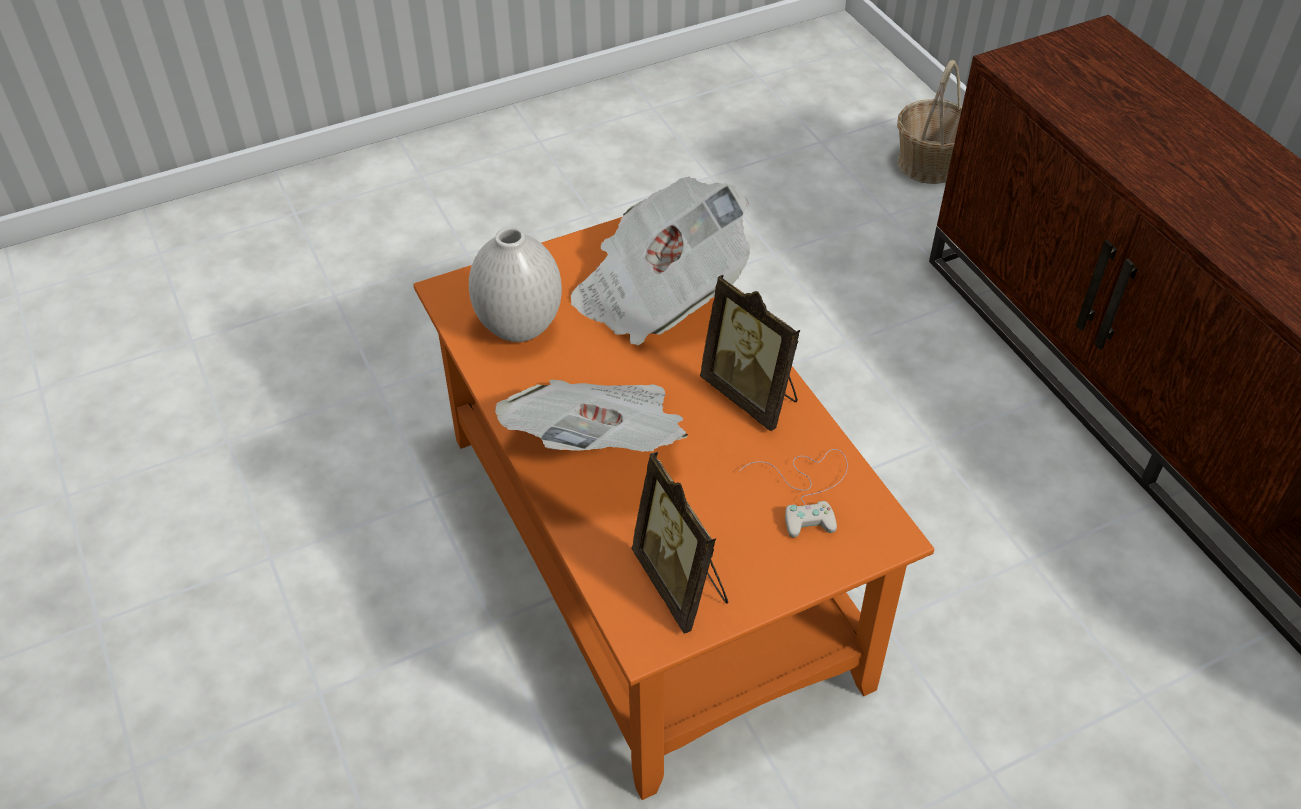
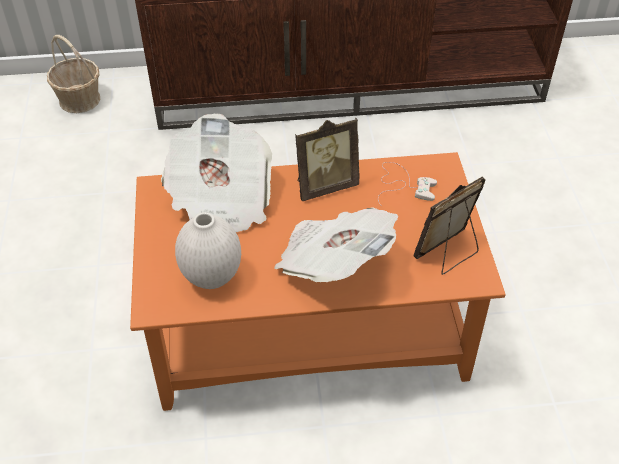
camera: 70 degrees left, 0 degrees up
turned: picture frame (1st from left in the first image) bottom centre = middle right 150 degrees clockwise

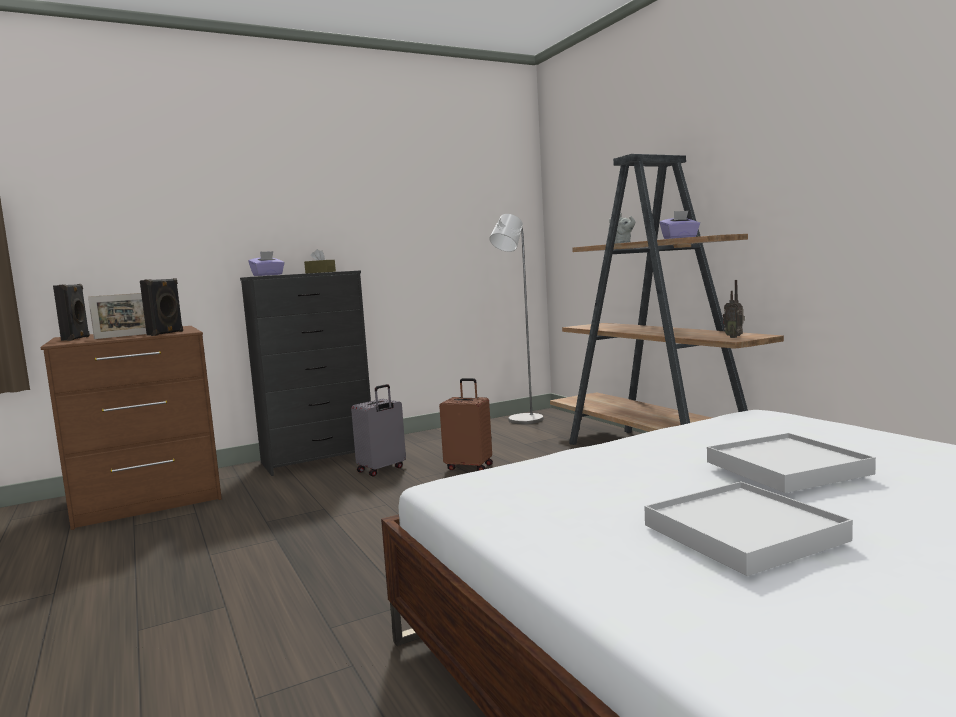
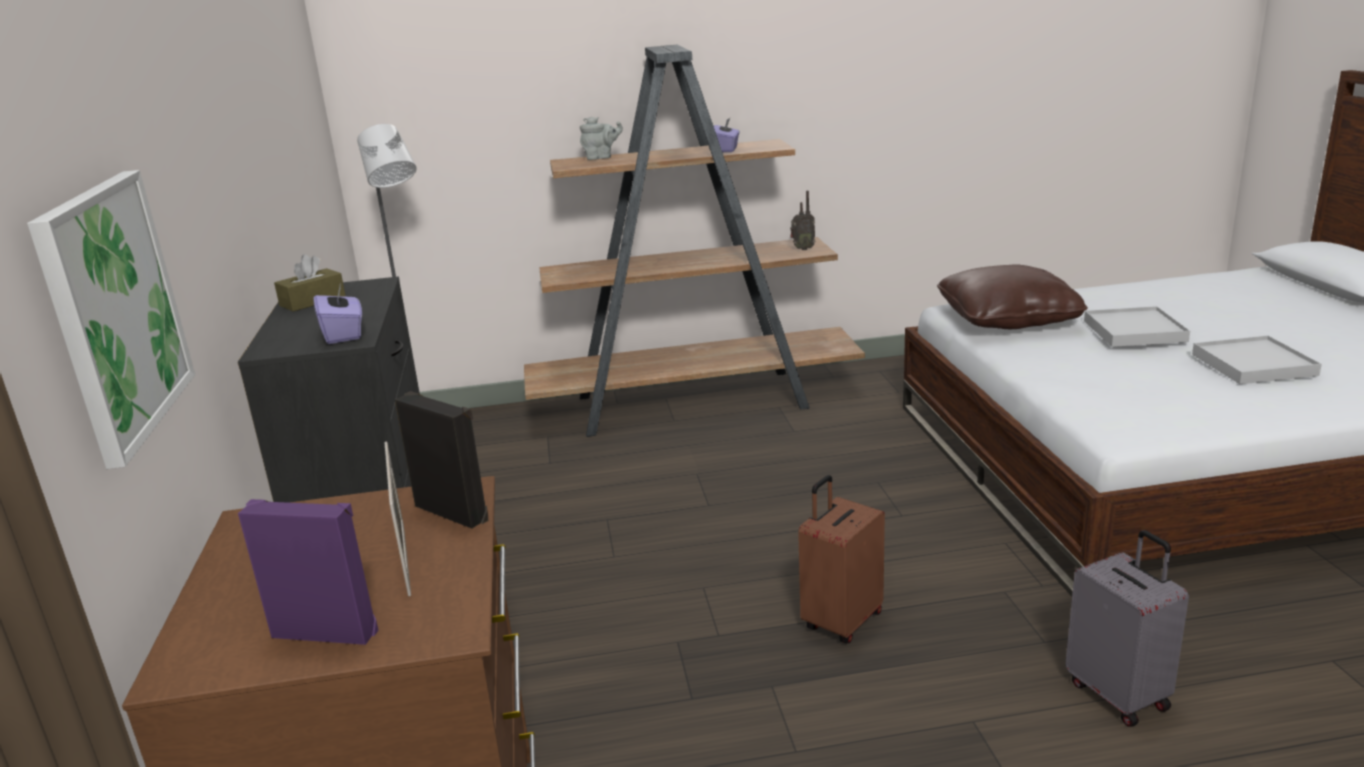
camera: 70 degrees left, 15 degrees up
added: picture middle left; pillow (brown) middle right
moved: suitcase (brown) centre to bottom centre; suitcase (grey) centre to bottom right
recoloured: speaker (black) (1st from left) middle left to speaker (purple) bottom left

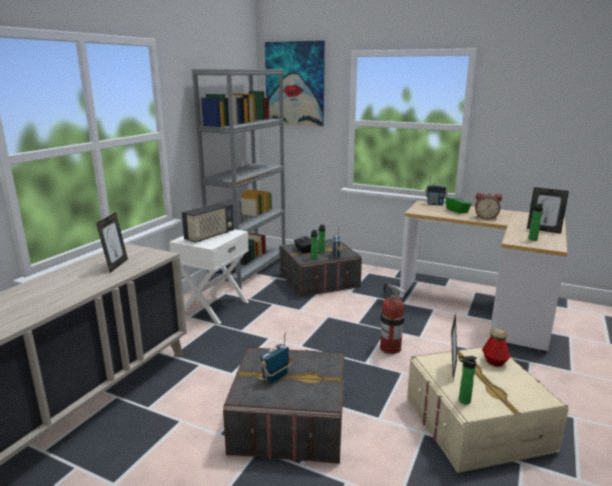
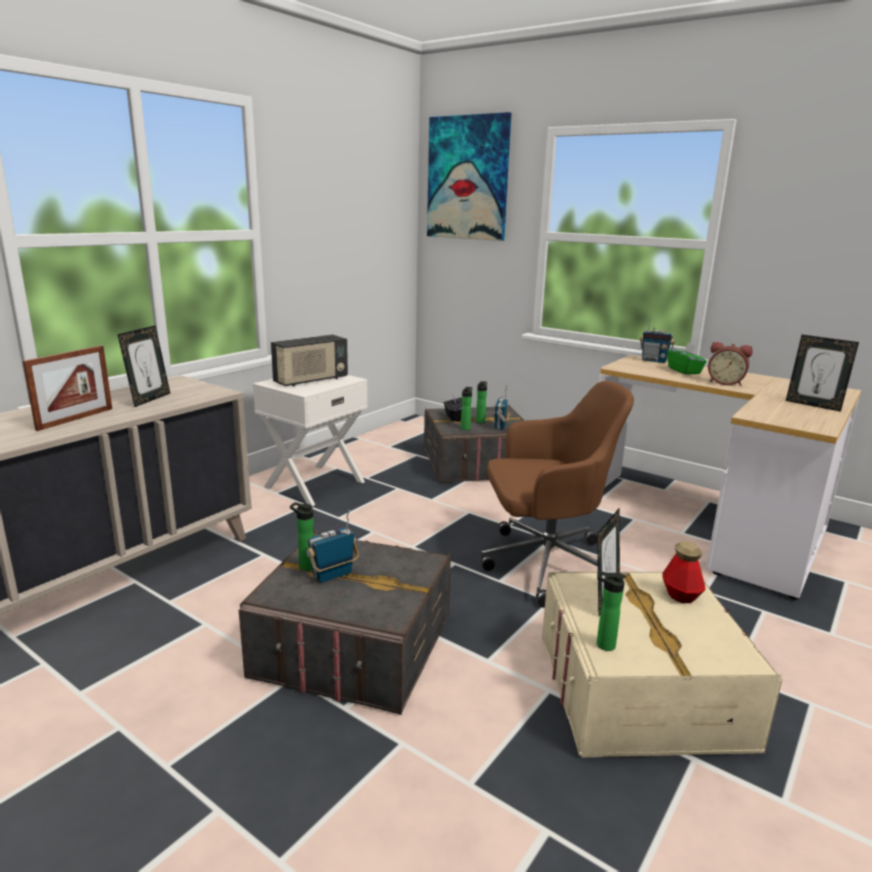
camera: 10 degrees right, 0 degrees up
removed: bookcase (grey) centre
added: picture frame (1st from left) middle left
moved: bottle (5th from left in the first image) middle right to bottle (1st from left) centre
replaced: fire extinguisher centre to office chair (brown) centre

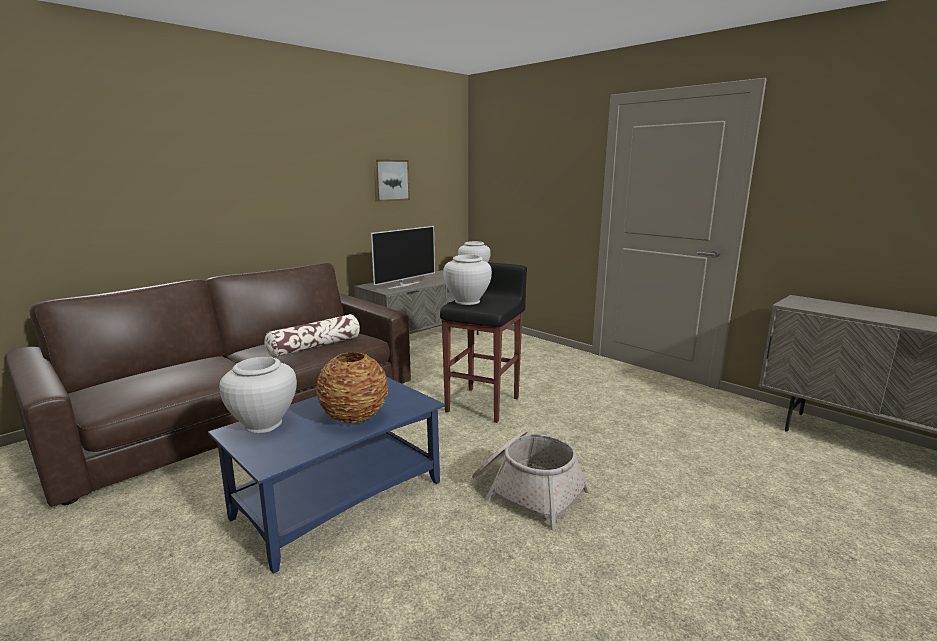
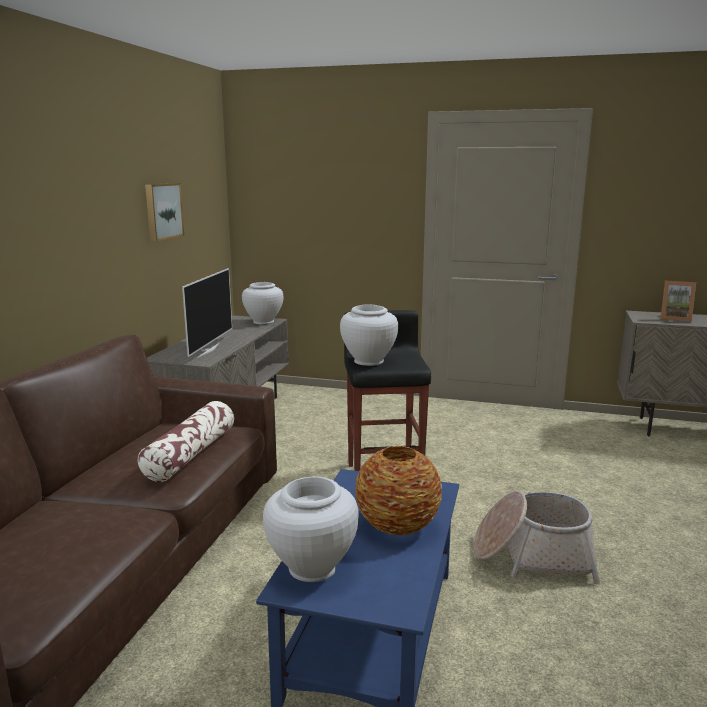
camera: 30 degrees left, 0 degrees up
added: picture frame middle right

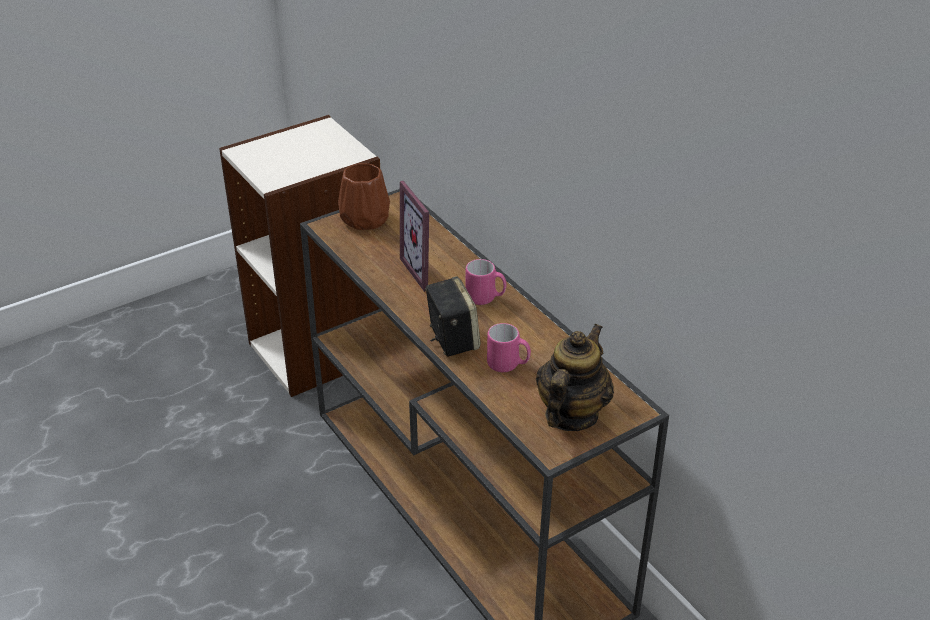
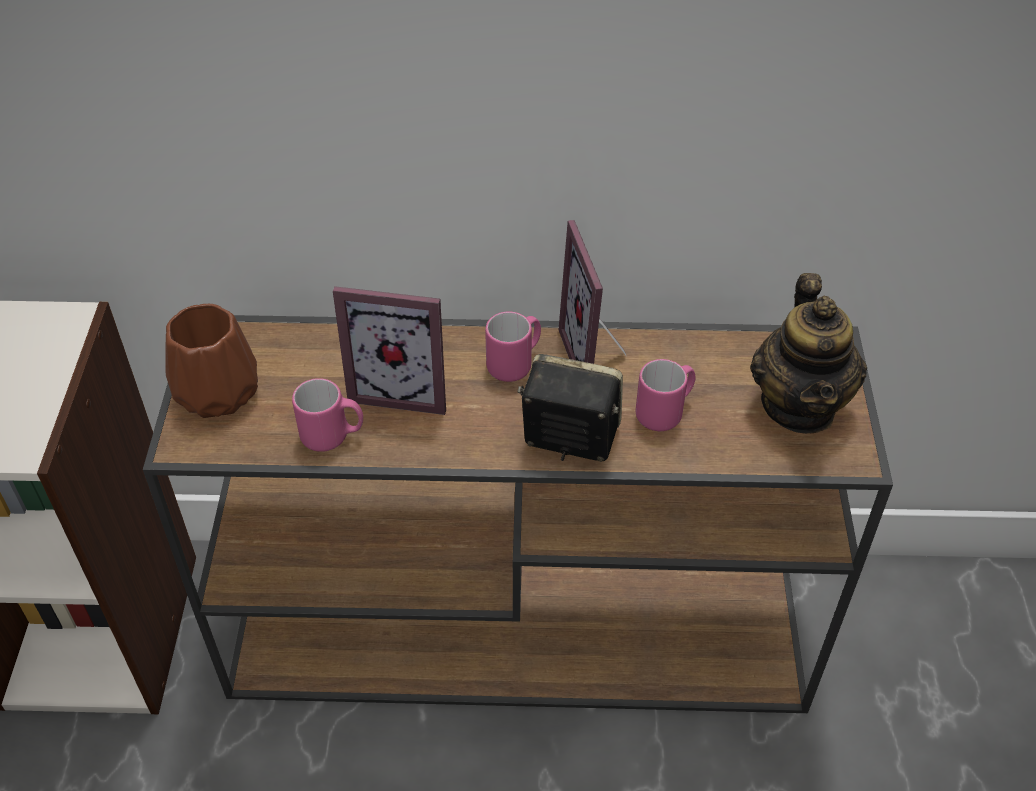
camera: 55 degrees left, 10 degrees up
added: picture frame (2nd from left) centre; mug (pink) (1st from left) middle left
turned: teapot centre = middle right 150 degrees counterclockwise

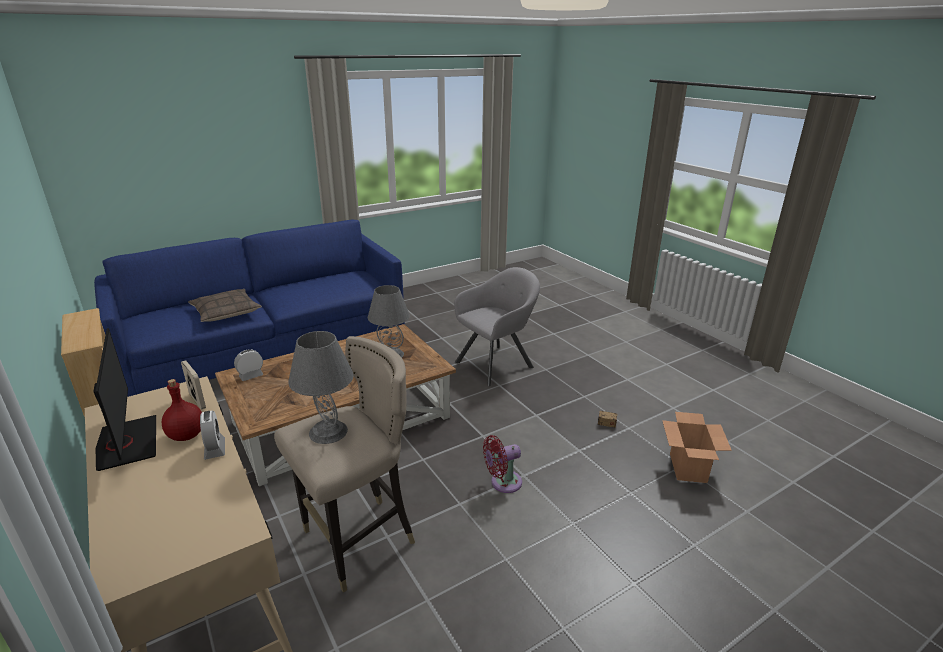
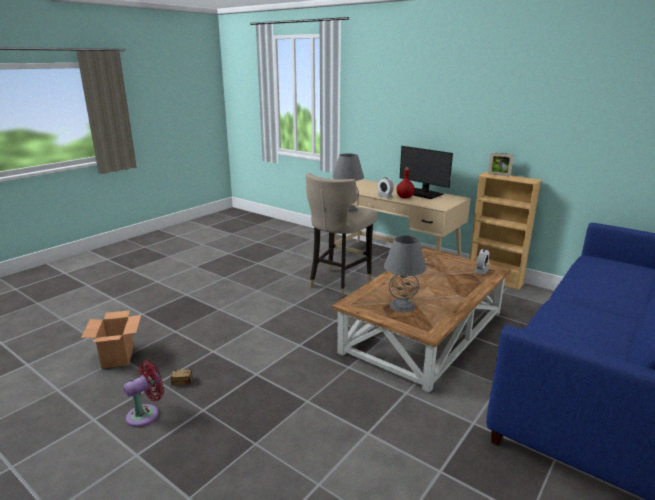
camera: 160 degrees right, 5 degrees down
removed: armchair (grey) centre; pillow middle left
moved: picture frame middle left to top right; fan (red) bottom centre to bottom left

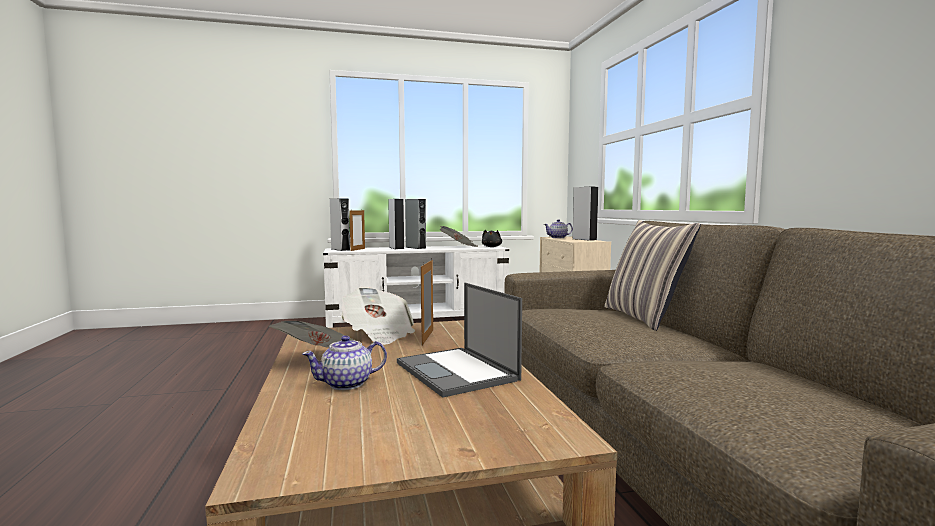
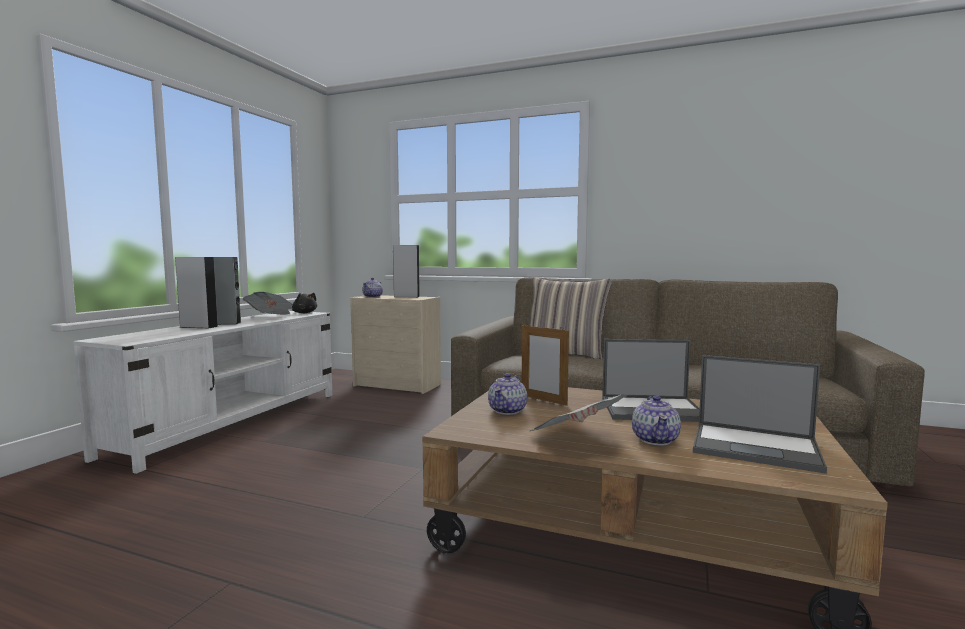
camera: 55 degrees left, 0 degrees up
removed: speaker (grey) (1st from left) centre; picture frame (1st from left) centre
added: laptop (2nd from left) middle right
replaced: newspaper (2nd from left) centre to teapot (2nd from left) centre

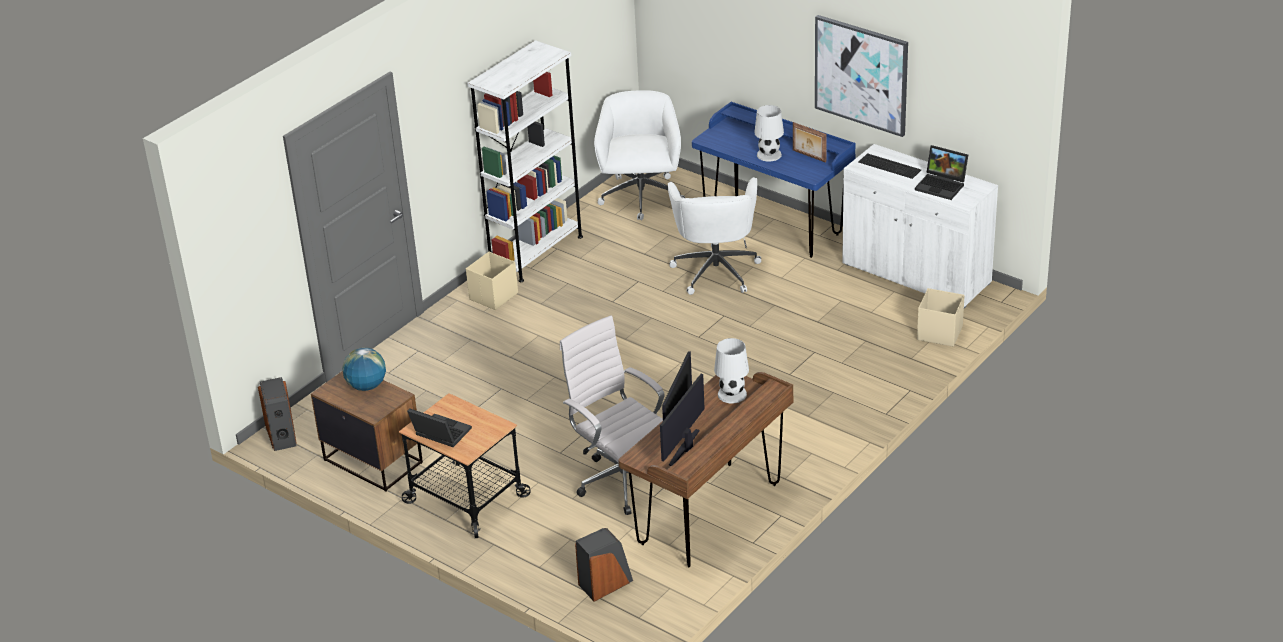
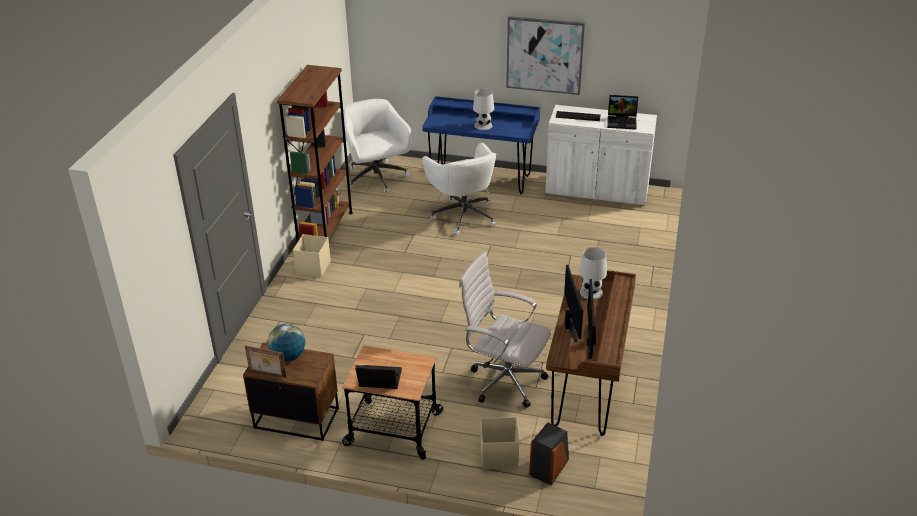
camera: 25 degrees left, 0 degrees up
removed: speaker (1st from left) middle left
moved: picture frame top centre to bottom left; storage box (beige) (2nd from left) middle right to bottom centre
recoloured: bookcase (white) top centre to bookcase (brown) top centre

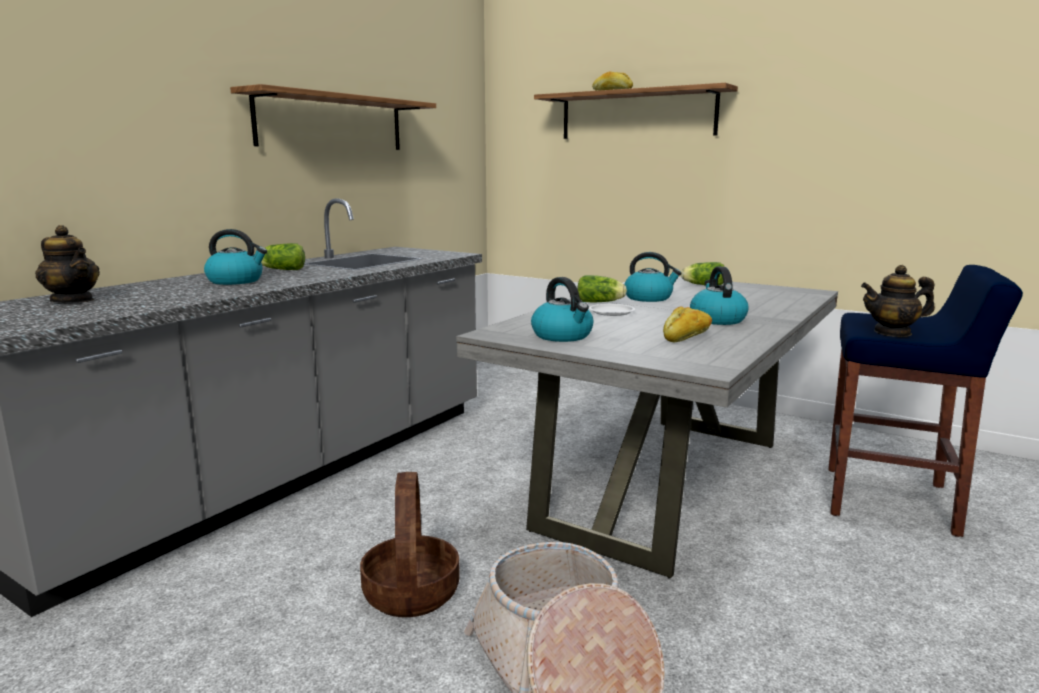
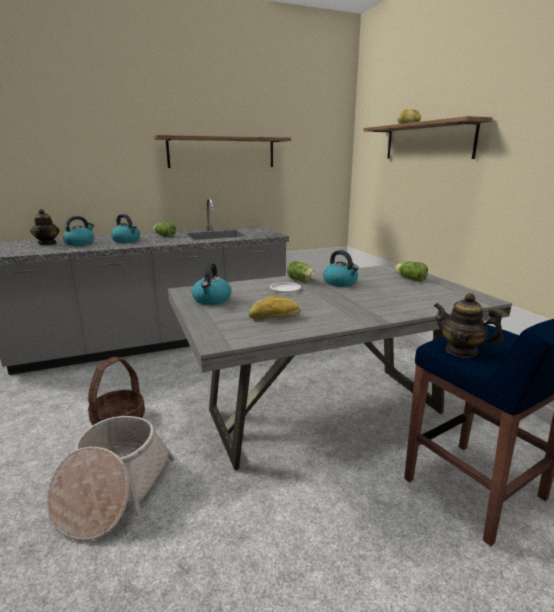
camera: 35 degrees right, 5 degrees up
moved: kettle (4th from left in the first image) middle right to kettle (1st from left) middle left

